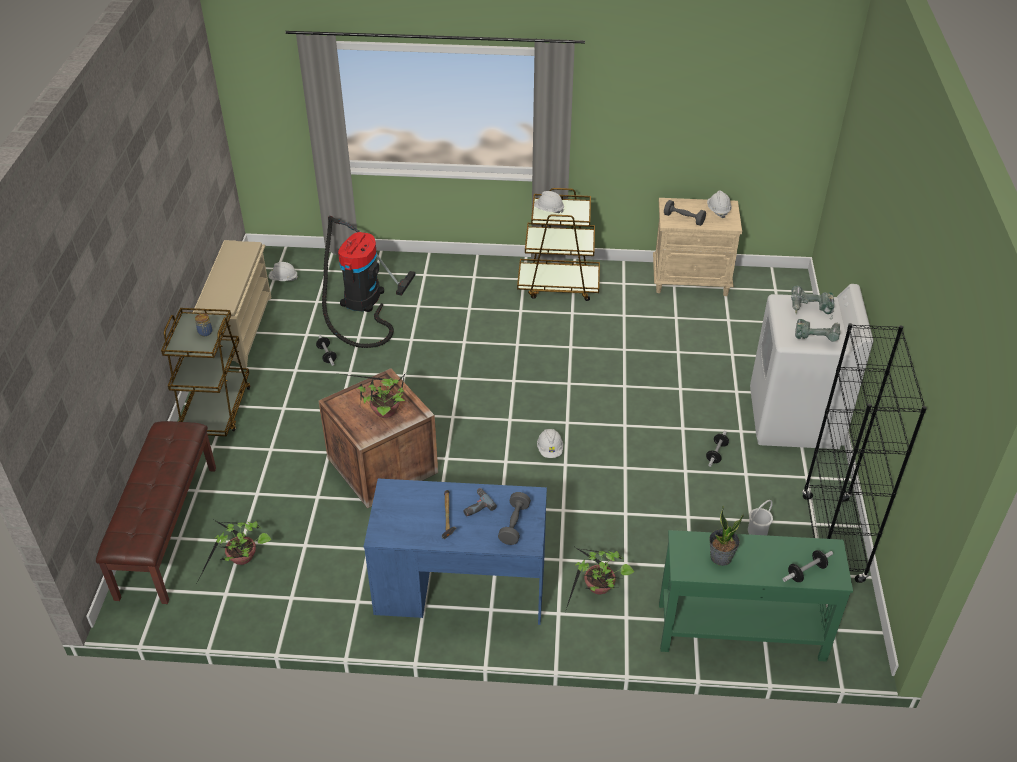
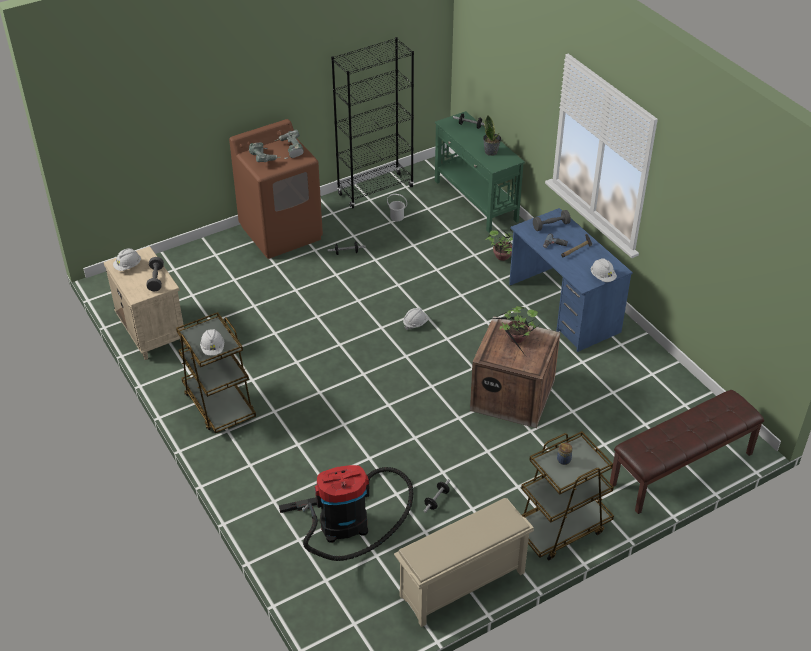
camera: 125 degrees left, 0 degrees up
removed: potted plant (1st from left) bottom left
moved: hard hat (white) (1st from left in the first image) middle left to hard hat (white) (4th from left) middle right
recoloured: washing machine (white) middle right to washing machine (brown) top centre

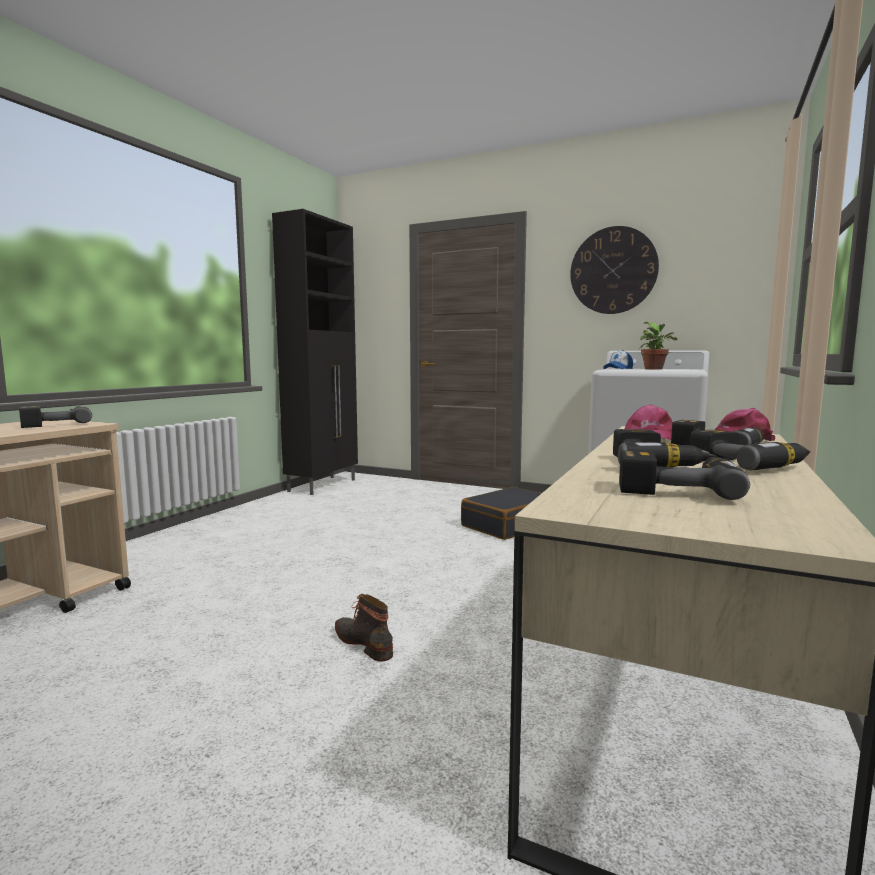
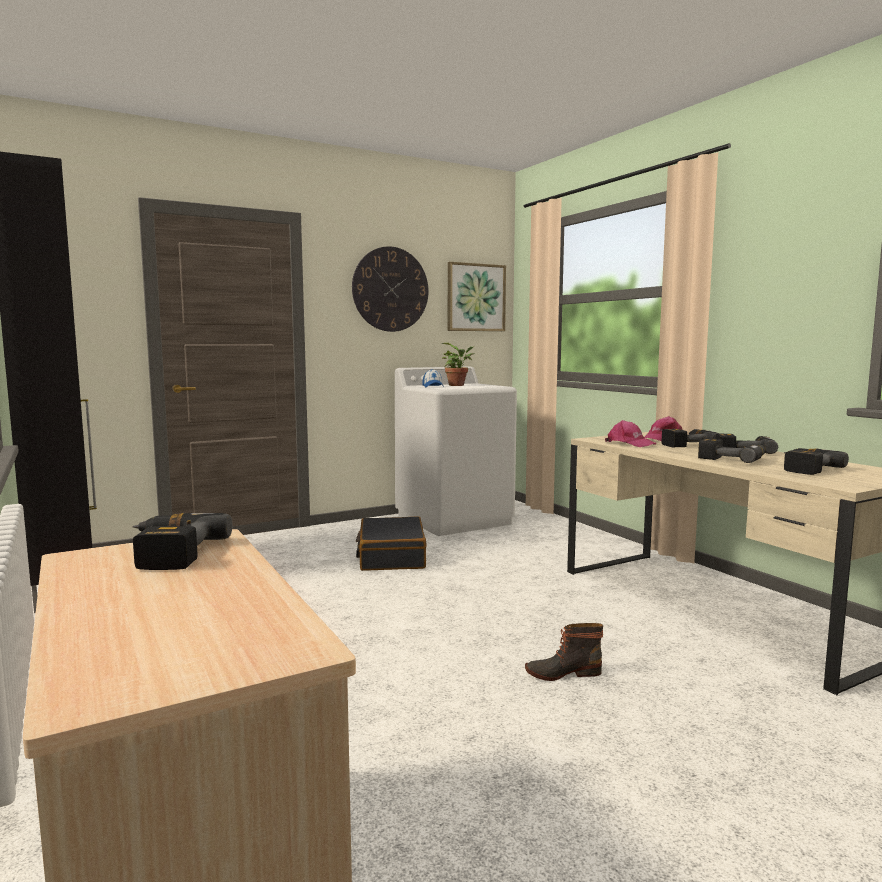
camera: 55 degrees left, 0 degrees up
added: picture centre

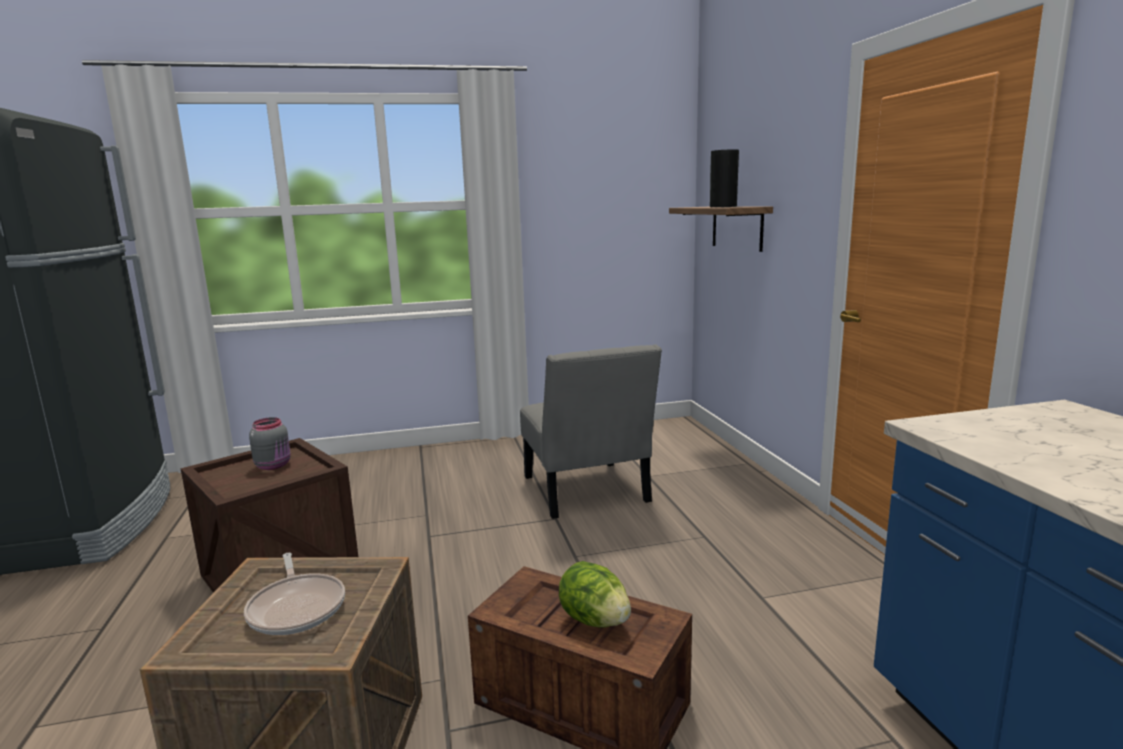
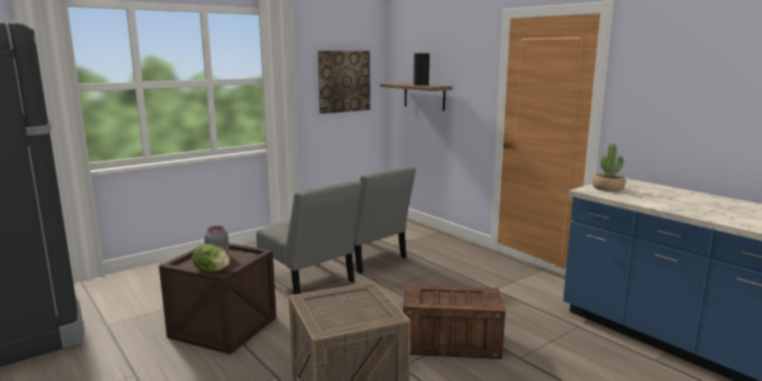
camera: 25 degrees left, 0 degrees up
removed: frying pan bottom left
added: picture top centre; potted plant middle right; chair (grey) (1st from left) centre
moved: lettuce bottom centre to bottom left

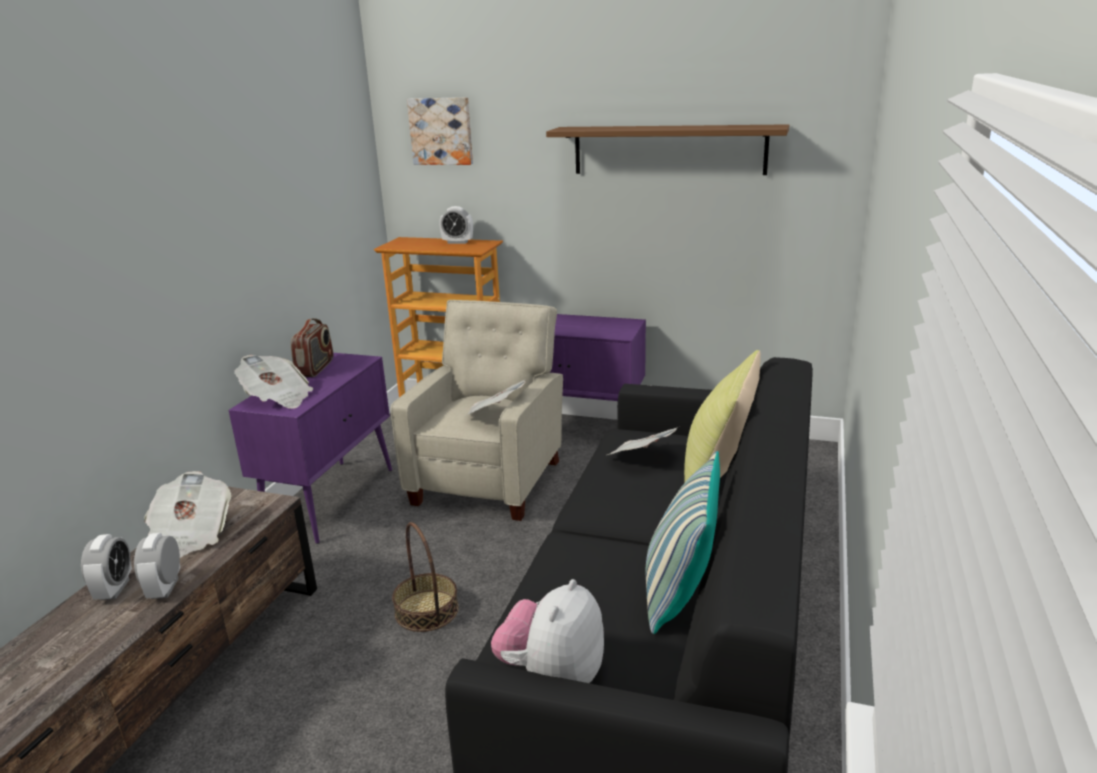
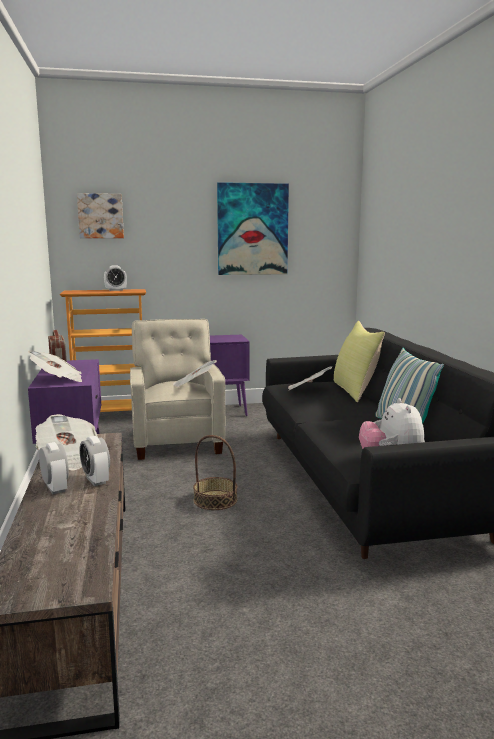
camera: 30 degrees left, 10 degrees down
replaced: shelf (brown) top centre to picture (2nd from left) top centre

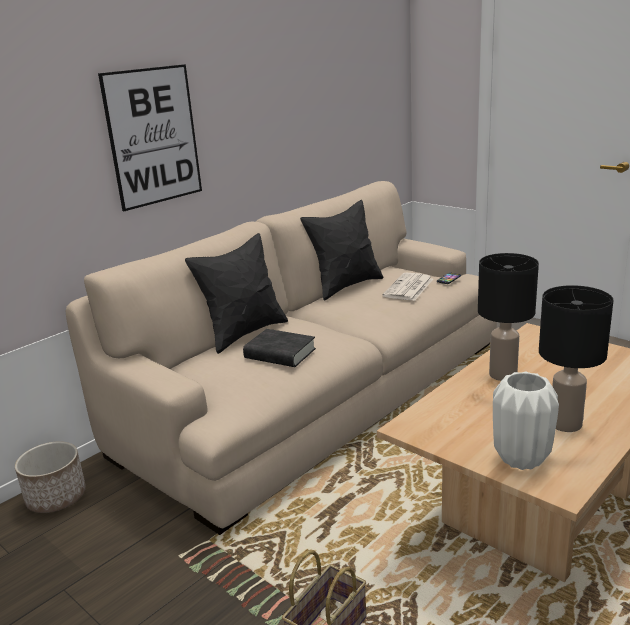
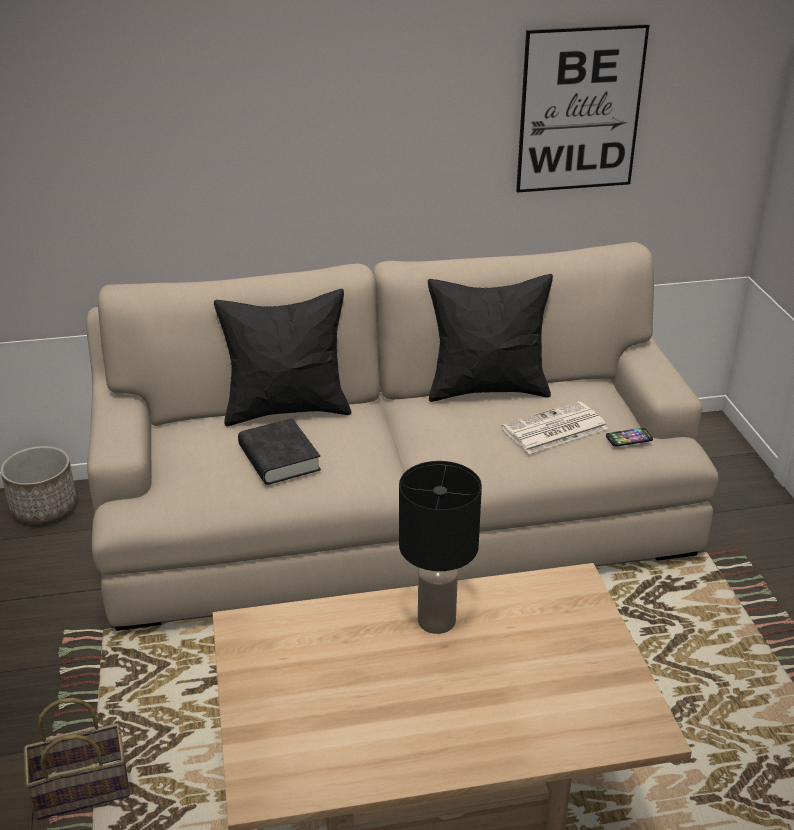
camera: 35 degrees right, 10 degrees up
removed: table lamp (black) (2nd from left) middle right; vase (white) bottom right
moved: picture top left to top right

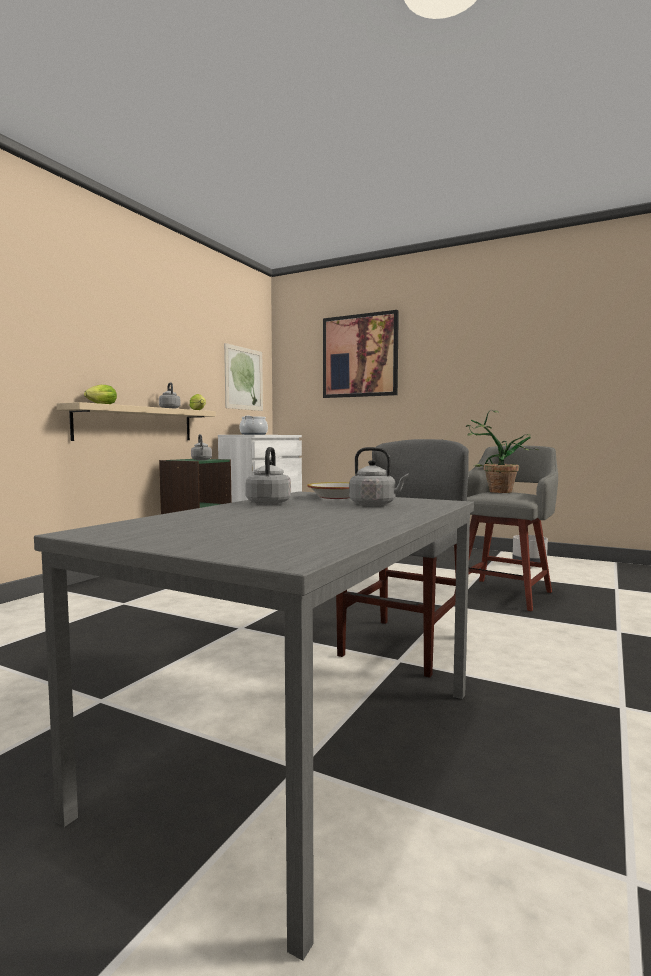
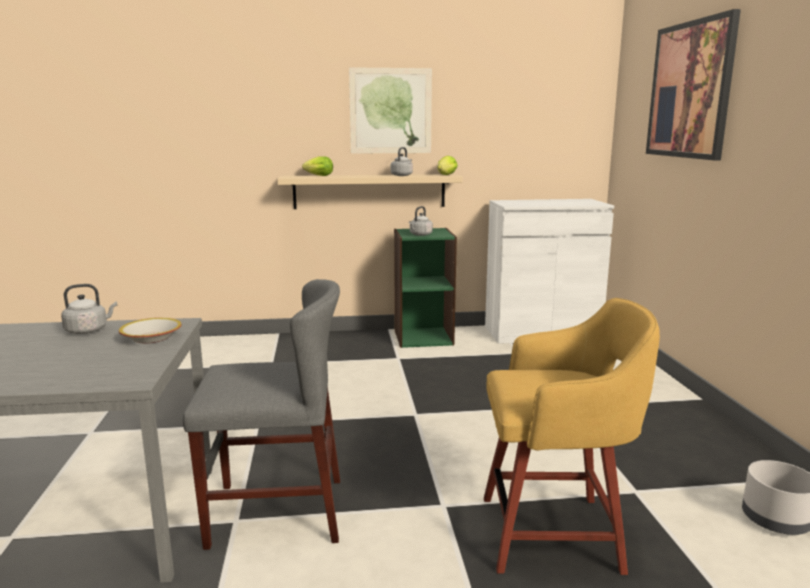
camera: 55 degrees right, 10 degrees up
removed: potted plant middle right; cooking pot centre; kettle (grey) (4th from left) centre
moved: picture (1st from left) centre to top centre
recoloured: stool (grey) middle right to stool (yellow) bottom right

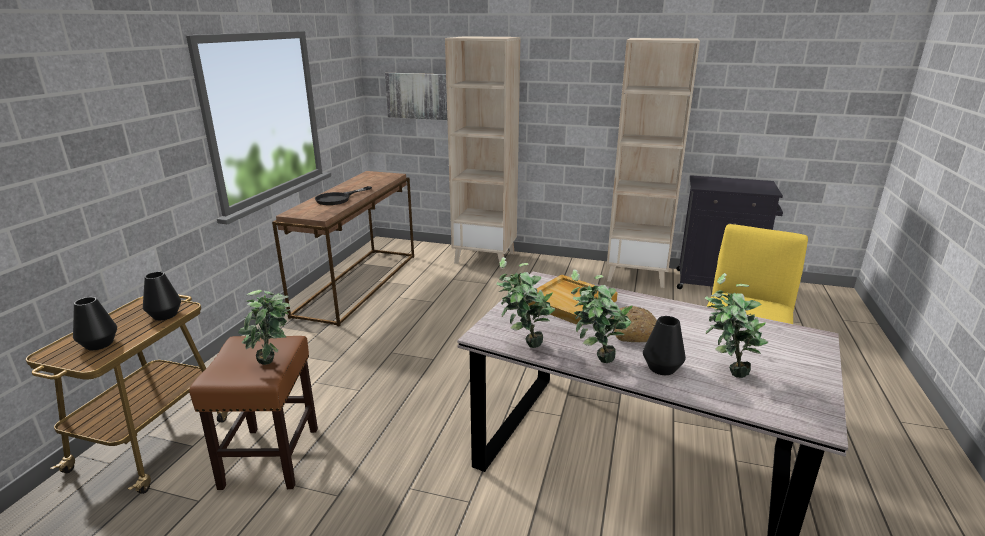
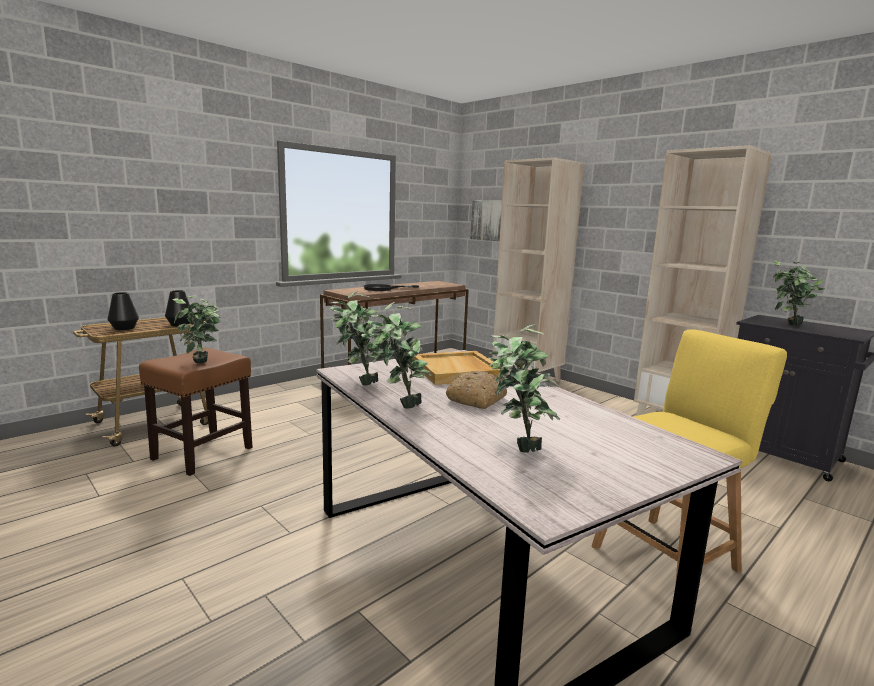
camera: 30 degrees right, 10 degrees down
removed: vase (black) (3rd from left) middle right
added: potted plant (5th from left) middle right

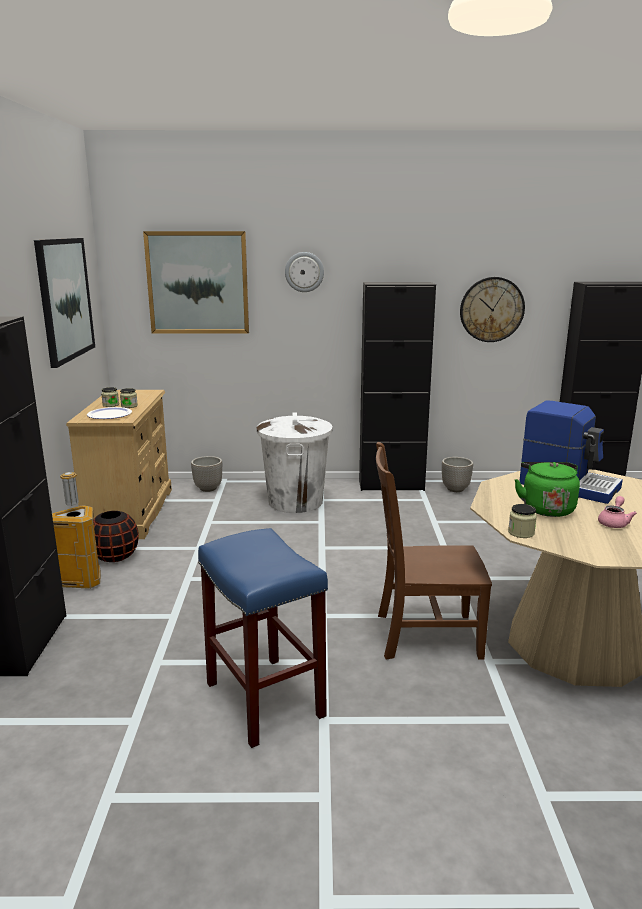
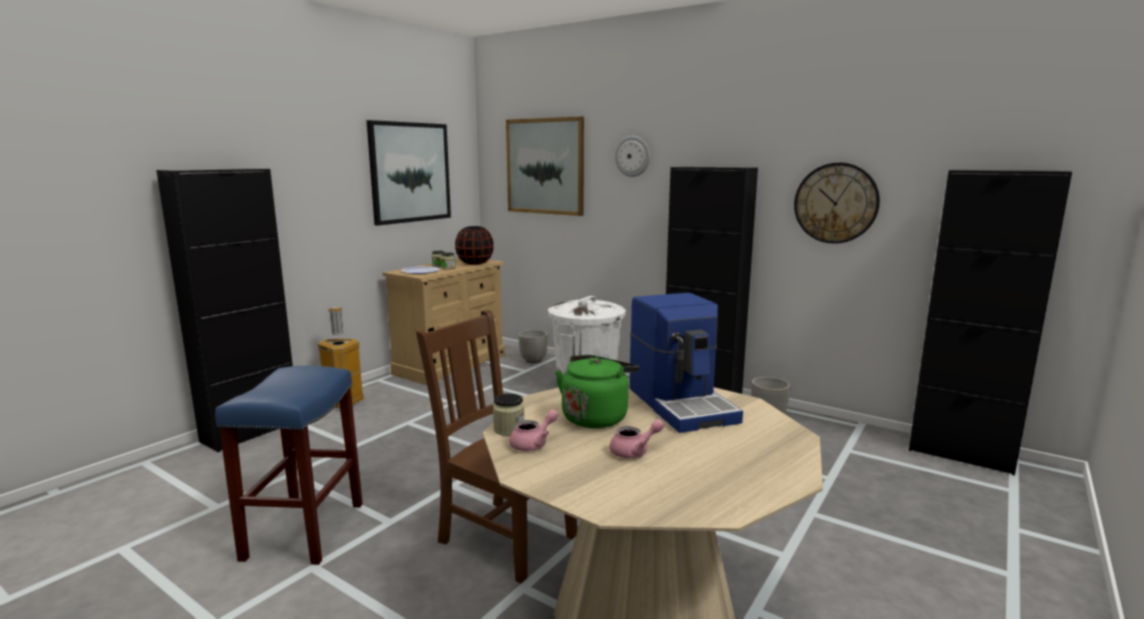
camera: 35 degrees right, 5 degrees down
added: teapot (pink) (1st from left) bottom centre
moved: vase (black) middle left to centre

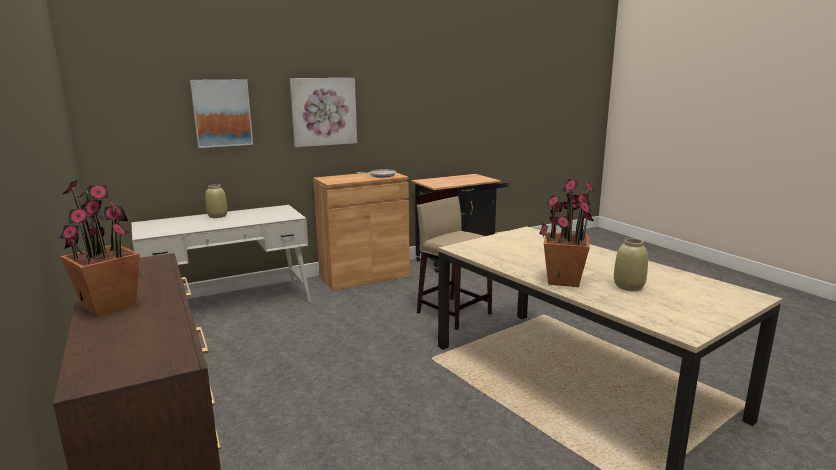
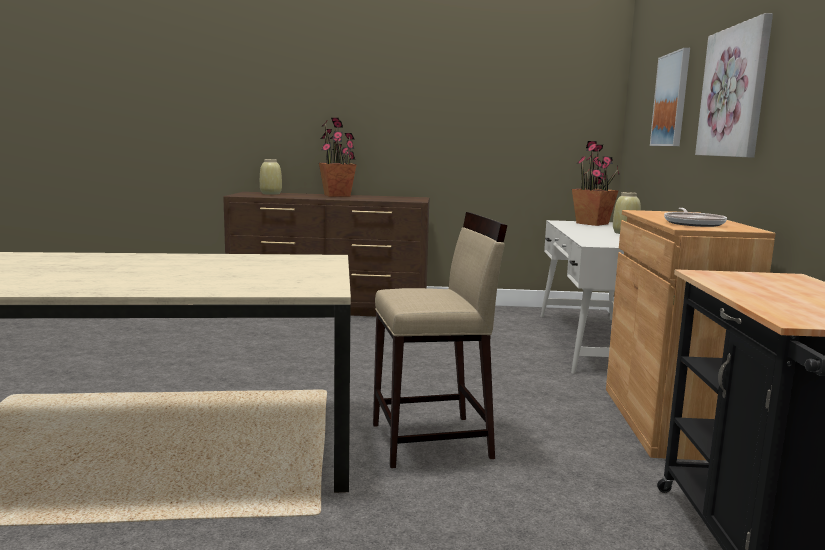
camera: 120 degrees right, 5 degrees down
moved: potted plant (2nd from left) middle right to top right; vase (beige) (2nd from left in the first image) middle right to vase (beige) (1st from left) top left

